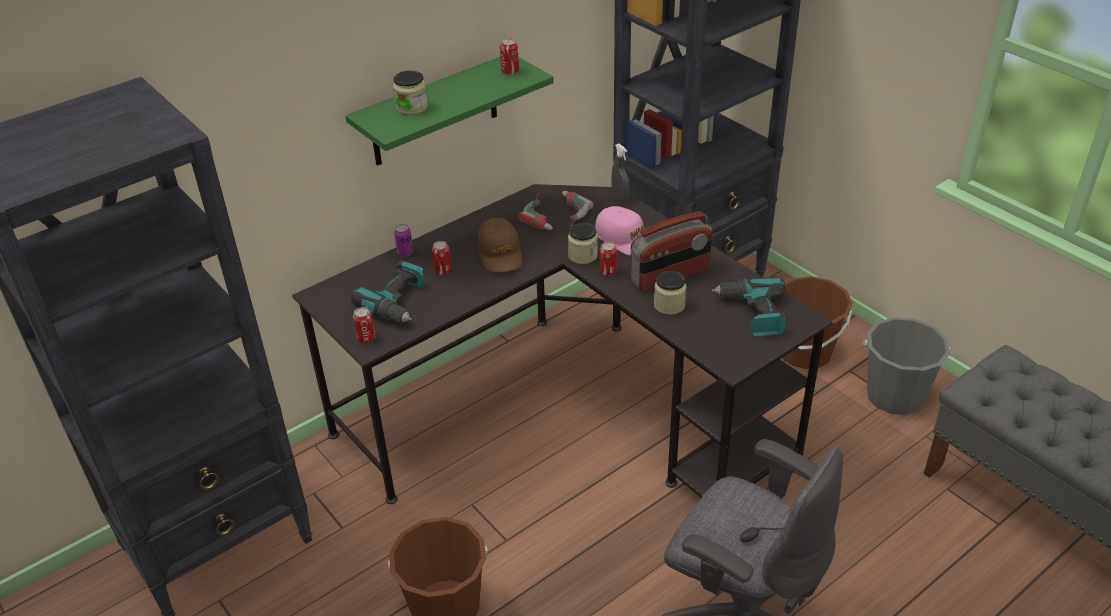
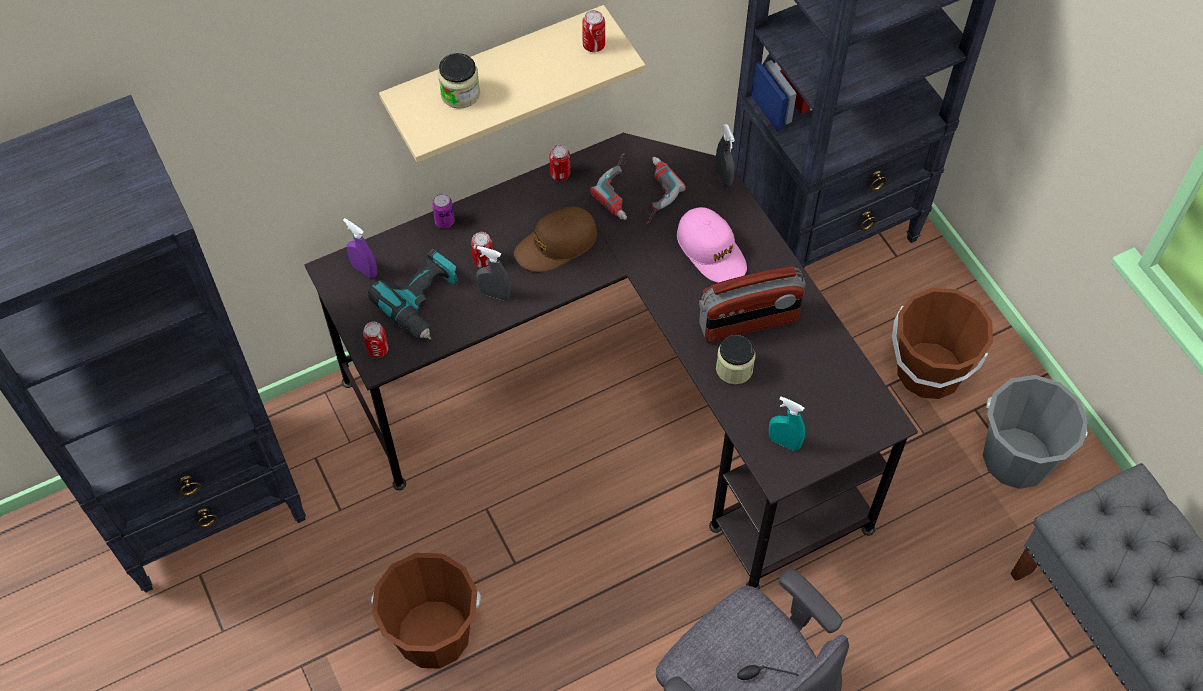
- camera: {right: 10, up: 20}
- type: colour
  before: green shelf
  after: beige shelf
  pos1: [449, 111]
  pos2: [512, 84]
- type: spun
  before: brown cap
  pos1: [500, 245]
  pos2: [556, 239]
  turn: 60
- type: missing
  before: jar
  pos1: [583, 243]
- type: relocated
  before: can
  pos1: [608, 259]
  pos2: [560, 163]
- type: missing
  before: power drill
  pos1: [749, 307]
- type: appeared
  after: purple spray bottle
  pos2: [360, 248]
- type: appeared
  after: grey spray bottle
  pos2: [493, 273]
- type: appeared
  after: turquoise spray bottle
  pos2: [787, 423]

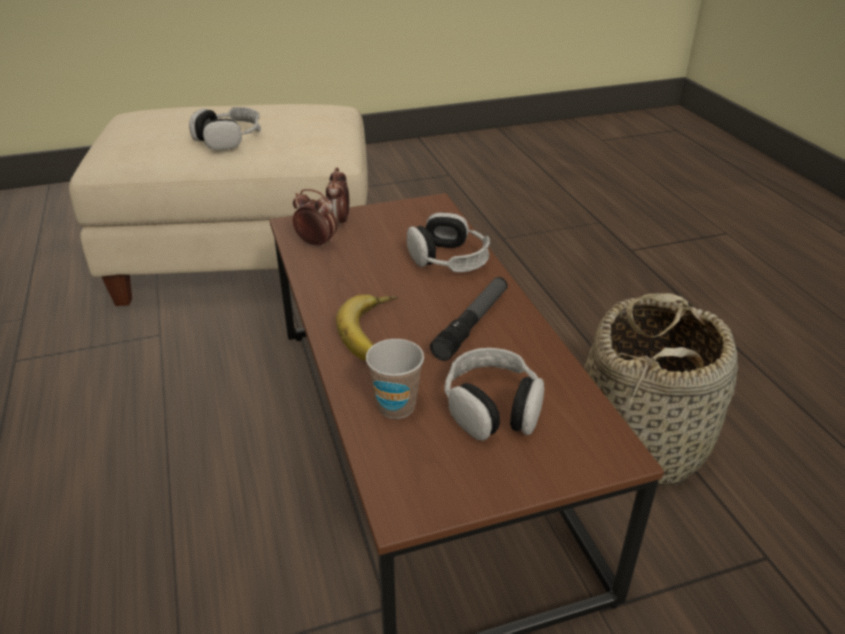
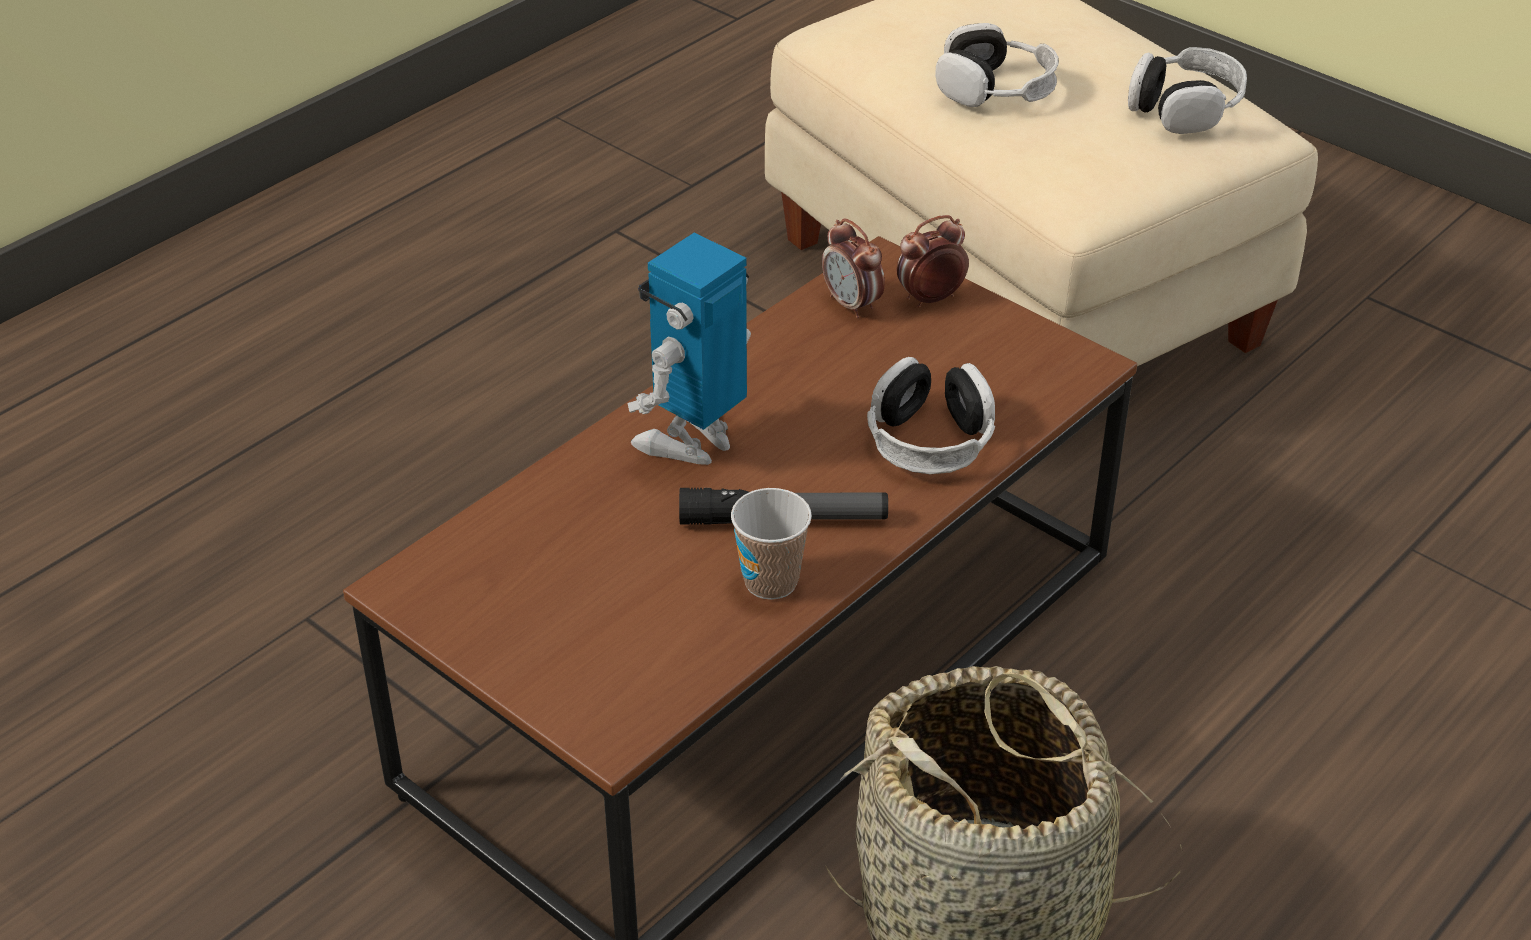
- camera: {right: 60, up: 5}
- type: spun
  before: alarm clock
  pos1: [315, 218]
  pos2: [853, 268]
  turn: 150
- type: exchanged
  before: banana
  after: toy robot
  pos1: [367, 327]
  pos2: [689, 349]
- type: relocated
  before: cup
  pos1: [395, 379]
  pos2: [771, 544]
- type: relocated
  before: headphones
  pos1: [494, 394]
  pos2: [1187, 90]

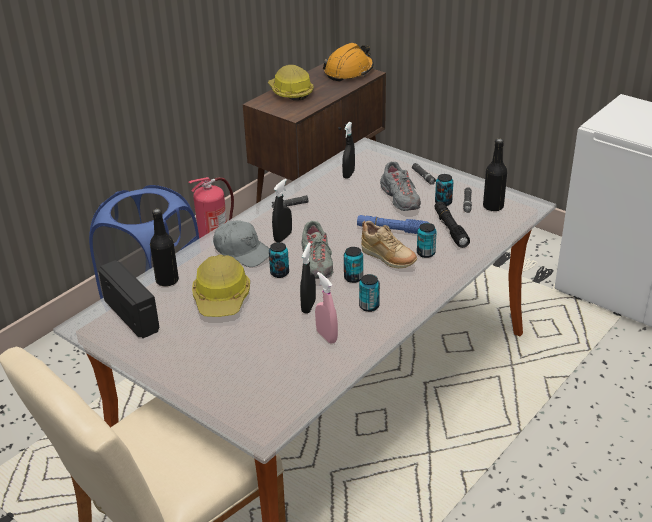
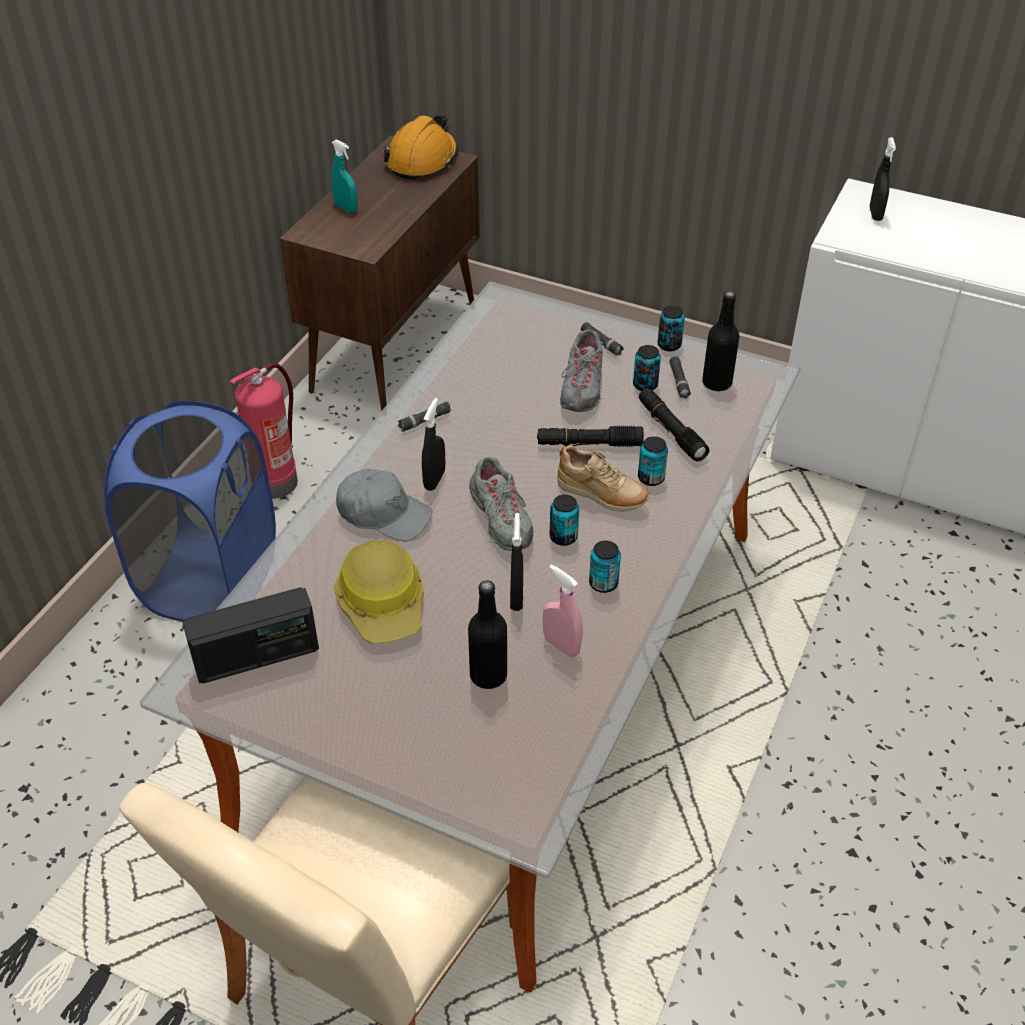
- camera: {right: -15, up: 10}
- type: spun
  before: radio
  pos1: [128, 299]
  pos2: [250, 635]
  turn: 120
- type: relocated
  before: black bottle
  pos1: [164, 247]
  pos2: [487, 634]
- type: exchanged
  before: hard hat
  after: turquoise spray bottle
  pos1: [291, 83]
  pos2: [344, 176]
- type: relocated
  before: can
  pos1: [279, 260]
  pos2: [671, 328]
- type: relocated
  before: black spray bottle
  pos1: [348, 150]
  pos2: [883, 179]
- type: colour
  before: blue flashlight
  after: black flashlight
  pos1: [393, 224]
  pos2: [590, 436]
- type: spun
  before: grey shoe
  pos1: [400, 186]
  pos2: [581, 370]
  turn: 45

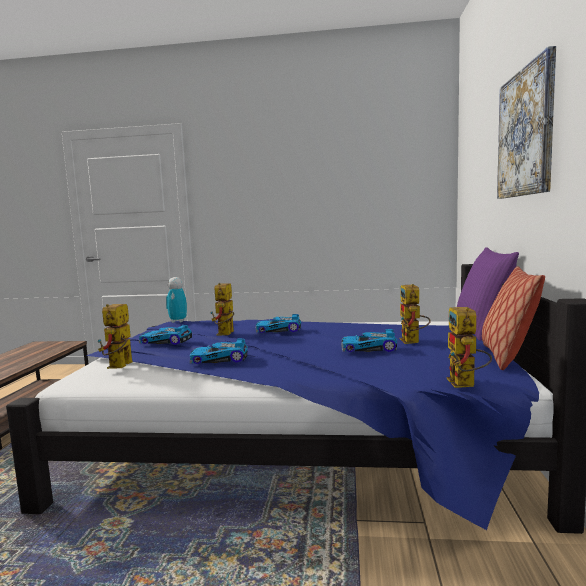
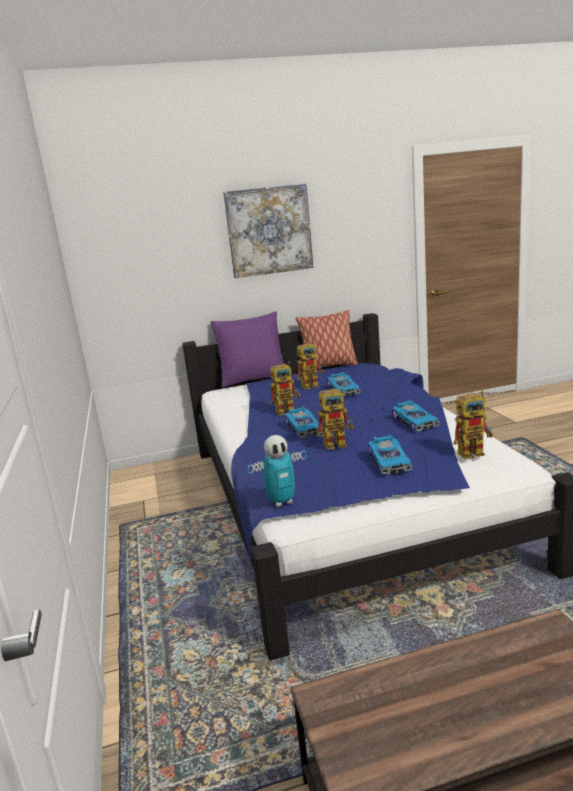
- camera: {right: -110, up: 10}
- type: relocated
  before: toy robot
  pos1: [469, 347]
  pos2: [285, 389]

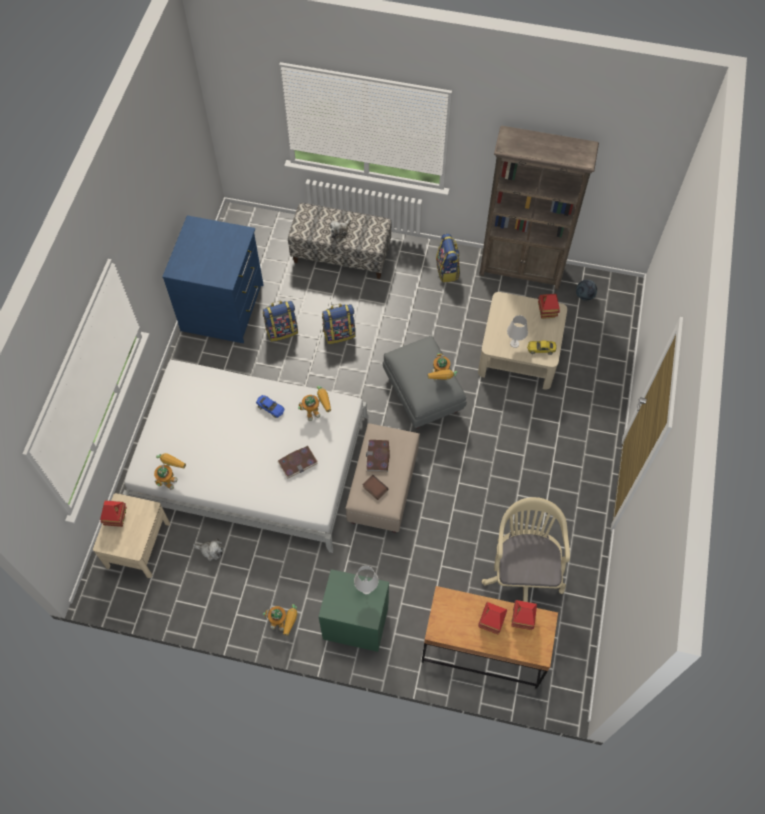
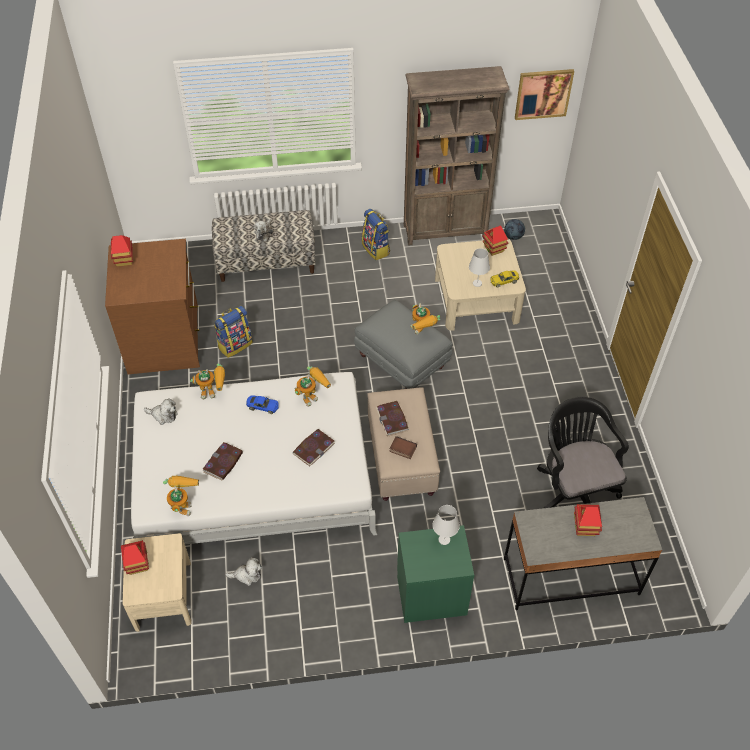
- camera: {right: -20, up: -10}
- type: colour
  before: blue dresser
  after: brown dresser
  pos1: [212, 279]
  pos2: [152, 306]
- type: relocated
  before: toy robot
  pos1: [280, 620]
  pos2: [207, 381]
- type: missing
  before: backpack
  pos1: [339, 324]
- type: colour
  before: brown desk
  after: grey desk
  pos1: [489, 637]
  pos2: [583, 553]
- type: colour
  before: beige office chair
  after: black office chair
  pos1: [526, 549]
  pos2: [583, 452]
- type: relocated
  before: toy house
  pos1: [524, 615]
  pos2: [122, 251]
- type: appeared
  after: plush toy
  pos2: [161, 411]
- type: appeared
  after: book
  pos2: [223, 461]
- type: appeared
  after: picture
  pos2: [544, 94]

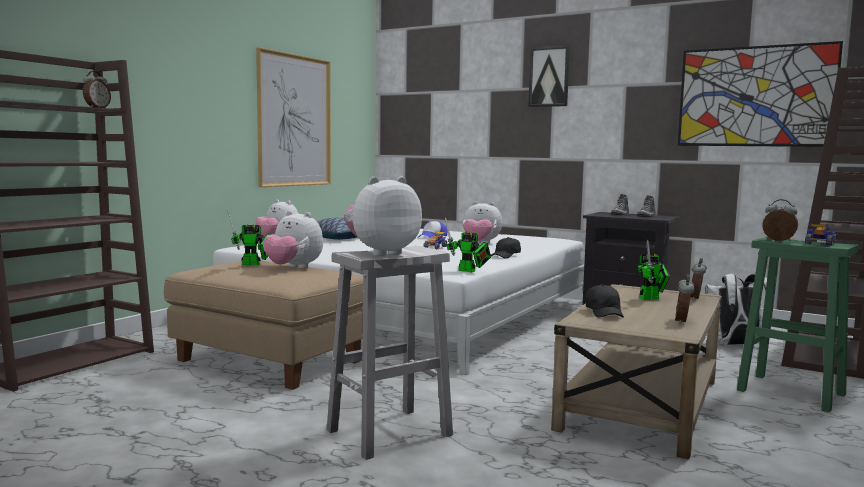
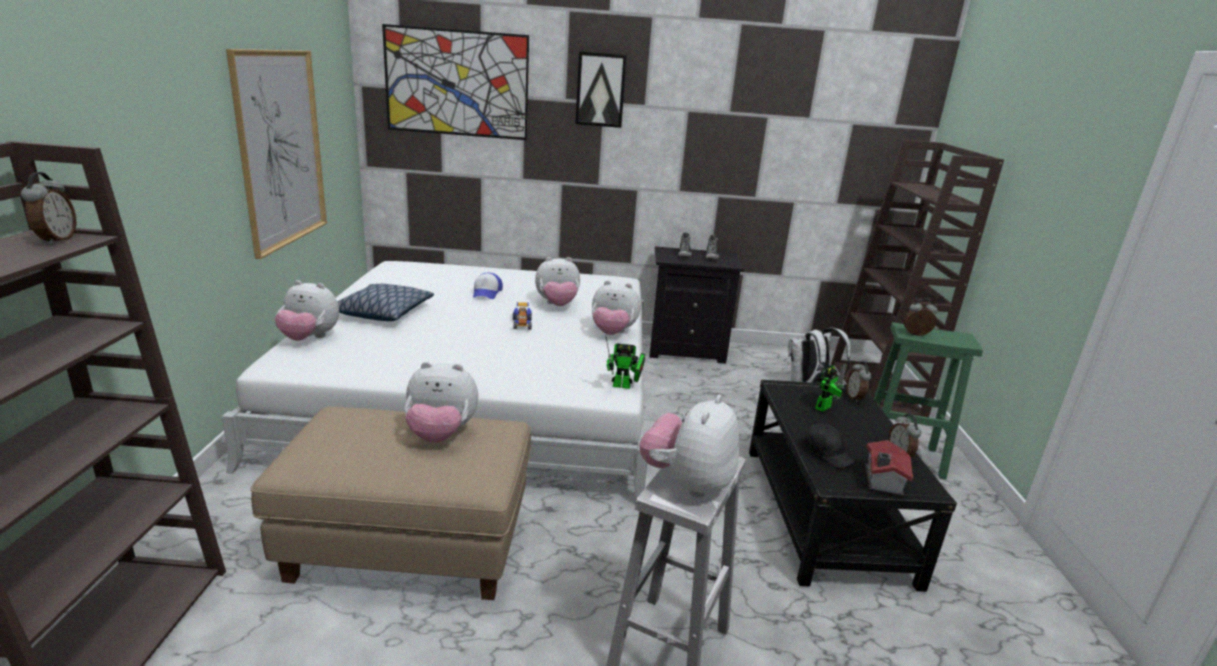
- camera: {right: -30, up: 15}
- type: missing
  before: toy robot
  pos1: [249, 238]
- type: exchanged
  before: black cap
  after: plush toy
  pos1: [506, 248]
  pos2: [616, 307]
- type: colour
  before: beige coffee table
  after: black coffee table
  pos1: [637, 371]
  pos2: [853, 486]
- type: relocated
  before: picture
  pos1: [760, 94]
  pos2: [455, 82]
- type: missing
  before: toy car
  pos1: [821, 234]
- type: appeared
  after: toy house
  pos2: [889, 468]

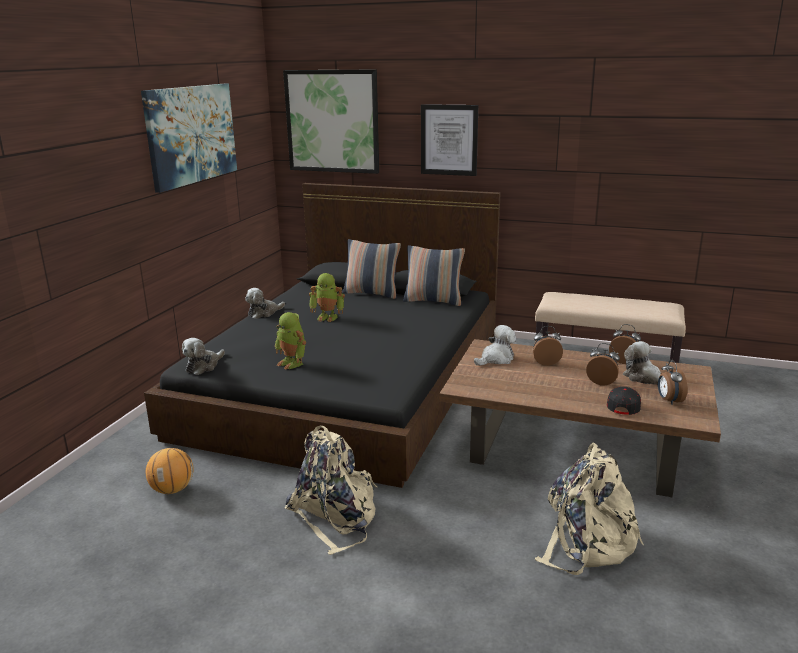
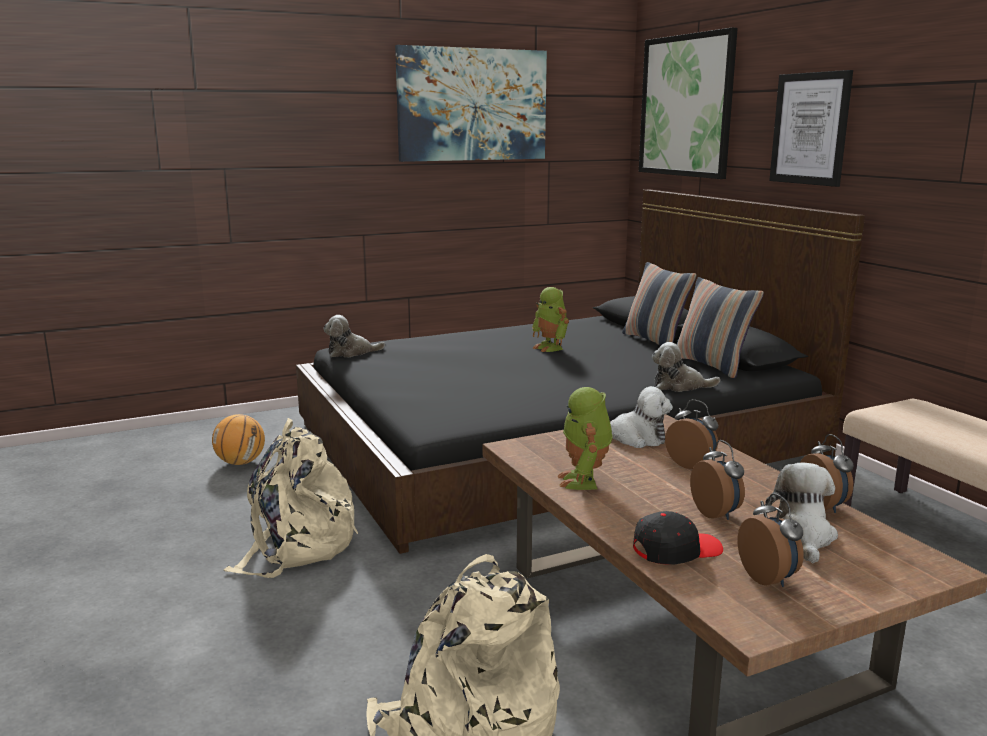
- camera: {right: 45, up: -5}
- type: relocated
  before: plush toy
  pos1: [265, 303]
  pos2: [686, 367]
- type: relocated
  before: toy robot
  pos1: [290, 341]
  pos2: [585, 438]
- type: spun
  before: alarm clock
  pos1: [673, 382]
  pos2: [771, 540]
  turn: 120

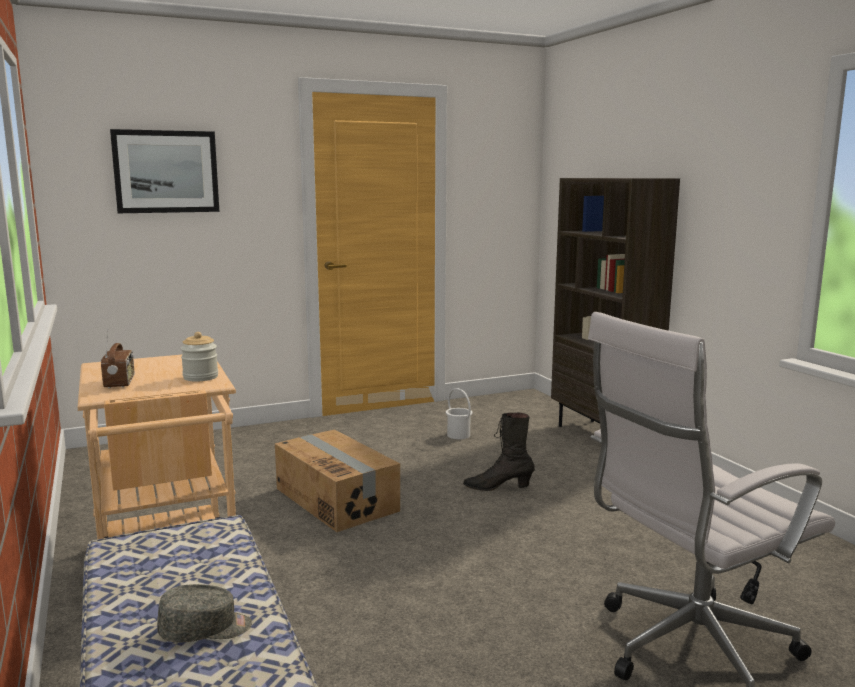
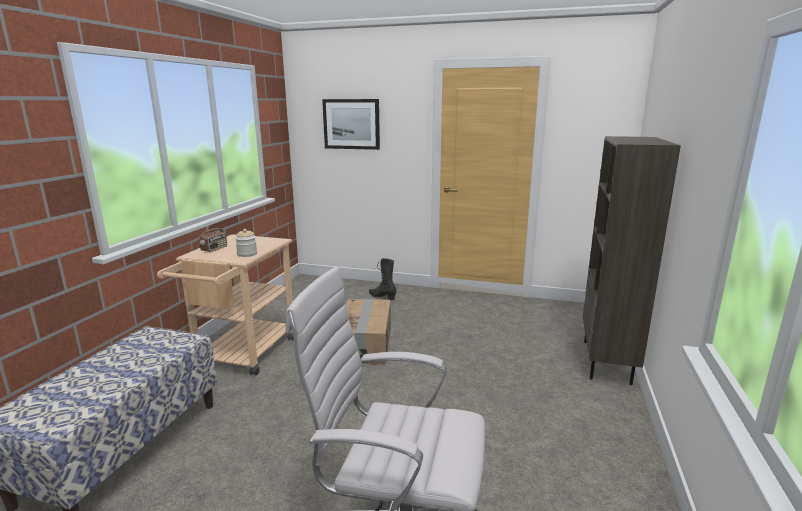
- camera: {right: 40, up: 5}
- type: missing
  before: grey cap
  pos1: [204, 613]
- type: missing
  before: white bucket
  pos1: [459, 413]
- type: relocated
  before: black boot
  pos1: [499, 452]
  pos2: [382, 279]

